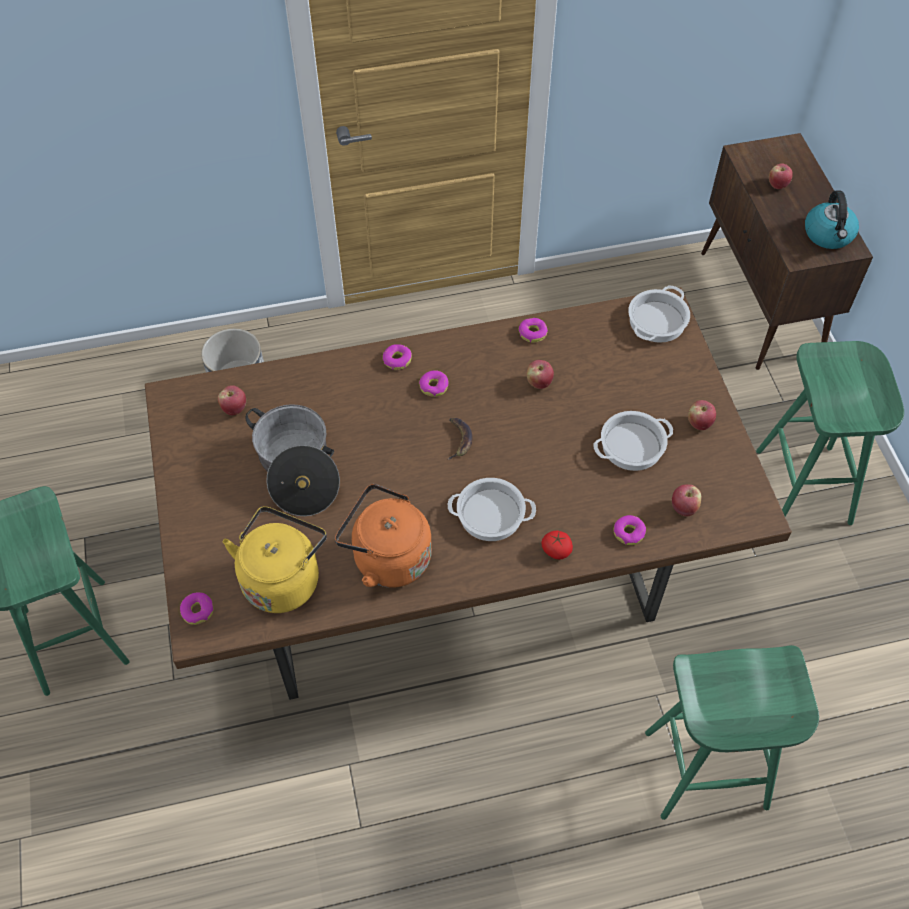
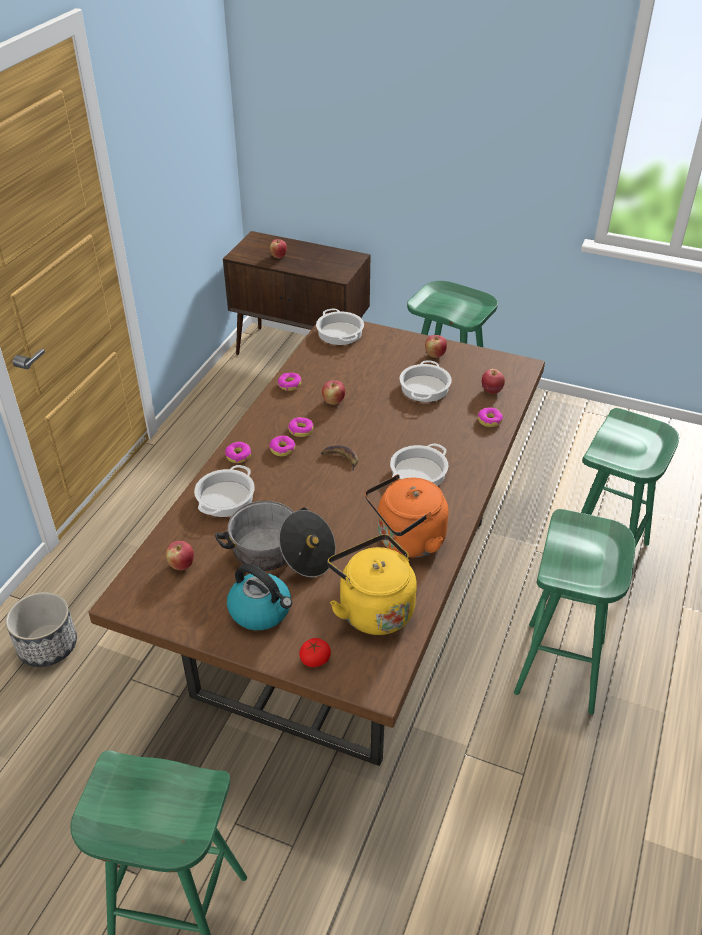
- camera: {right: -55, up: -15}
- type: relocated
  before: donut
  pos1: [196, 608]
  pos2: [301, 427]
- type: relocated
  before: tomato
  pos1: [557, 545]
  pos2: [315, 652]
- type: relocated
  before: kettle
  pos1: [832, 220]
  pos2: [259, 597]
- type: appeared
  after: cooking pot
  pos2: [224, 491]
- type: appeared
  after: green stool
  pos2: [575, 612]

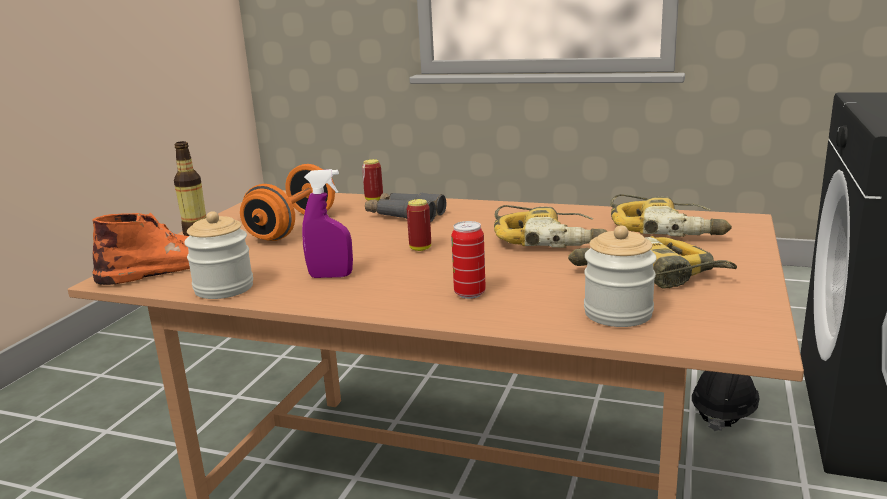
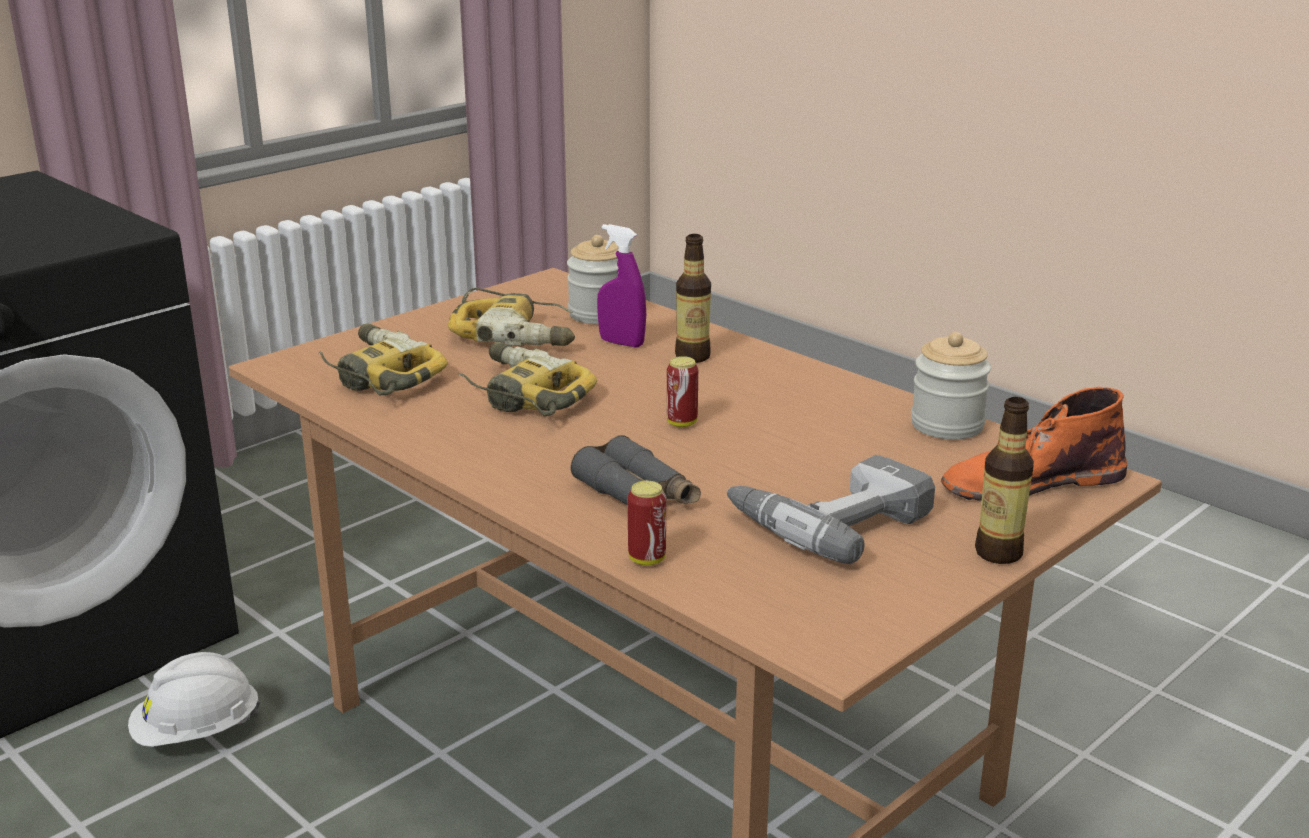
- camera: {right: -155, up: 5}
- type: exchanged
  before: orange dumbbell
  after: power drill
  pos1: [287, 202]
  pos2: [831, 509]
- type: relocated
  before: purple spray bottle
  pos1: [327, 223]
  pos2: [621, 285]
- type: exchanged
  before: can
  after: bottle
  pos1: [468, 260]
  pos2: [693, 298]
- type: colour
  before: black hard hat
  after: white hard hat
  pos1: [726, 401]
  pos2: [194, 699]

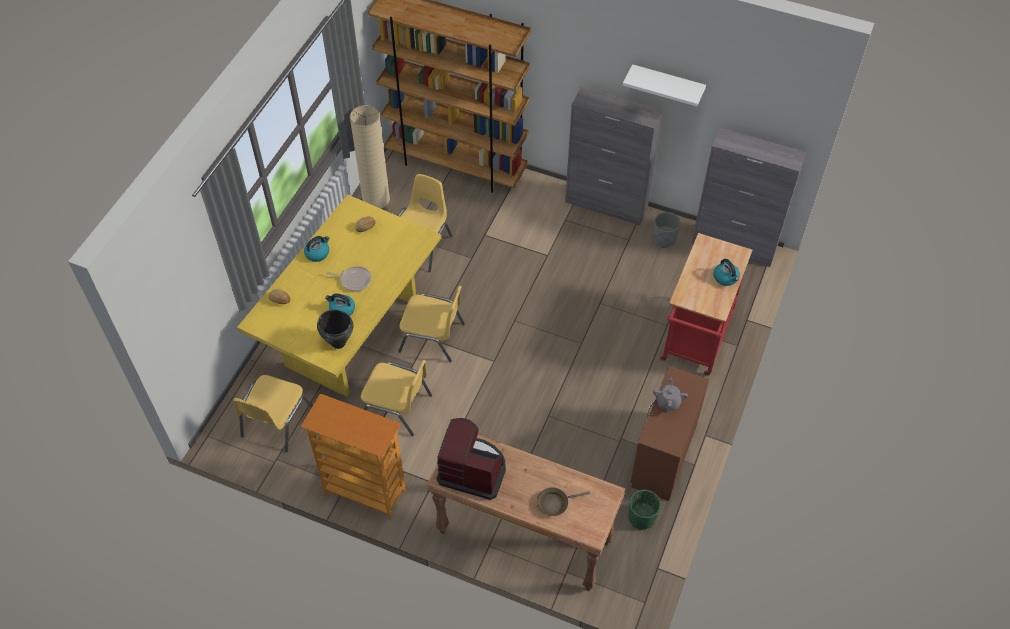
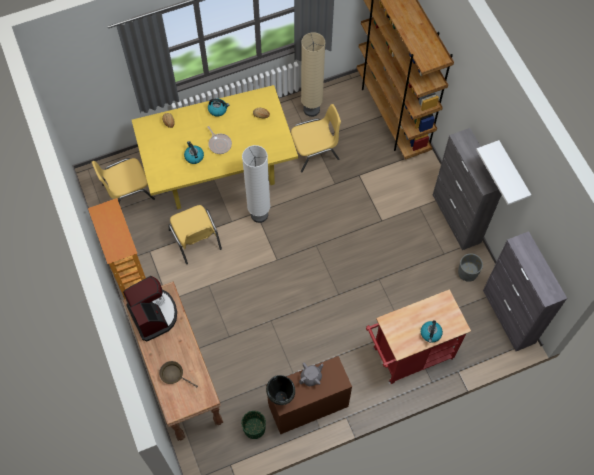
- camera: {right: 45, up: 10}
- type: relocated
  before: black cooking pot
  pos1: [335, 329]
  pos2: [280, 390]
- type: exchanged
  before: yellow chair
  after: white floor lamp
  pos1: [431, 324]
  pos2: [256, 184]

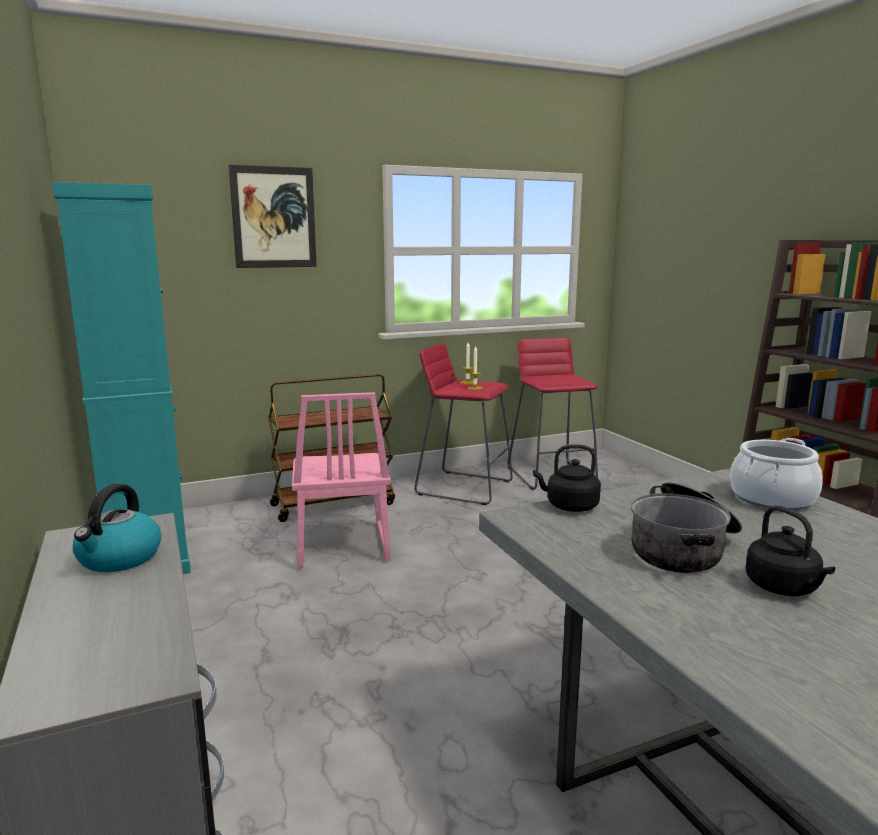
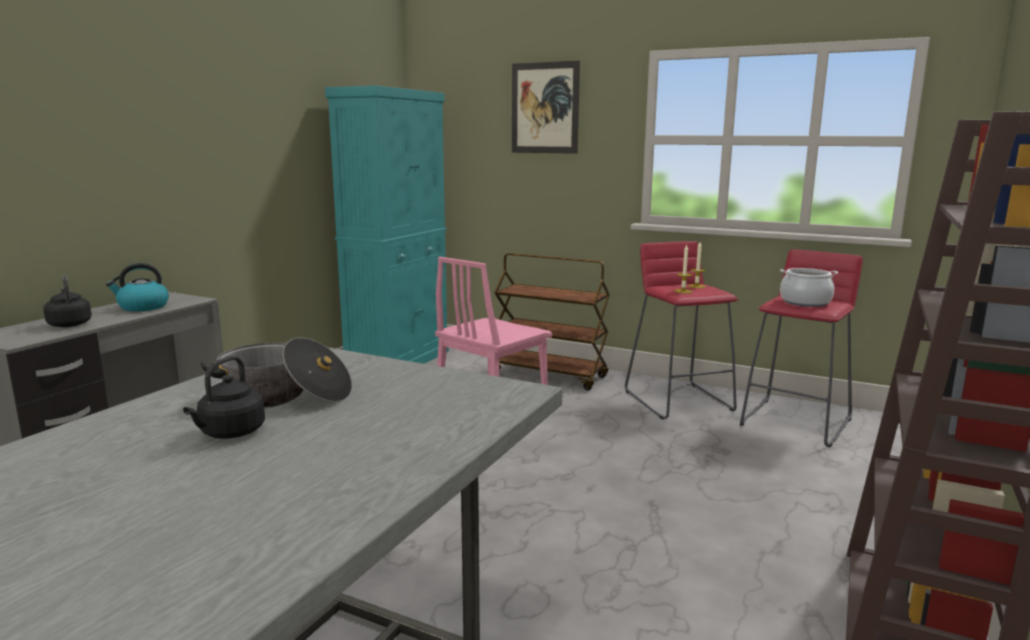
- camera: {right: 50, up: 0}
- type: relocated
  before: black kettle
  pos1: [567, 478]
  pos2: [67, 301]
- type: relocated
  before: cooking pot
  pos1: [776, 474]
  pos2: [809, 287]

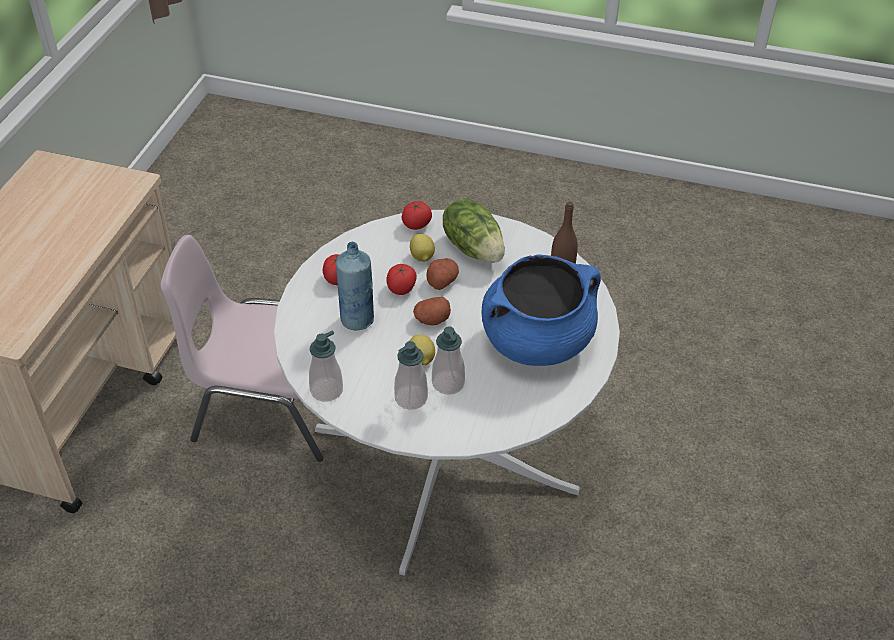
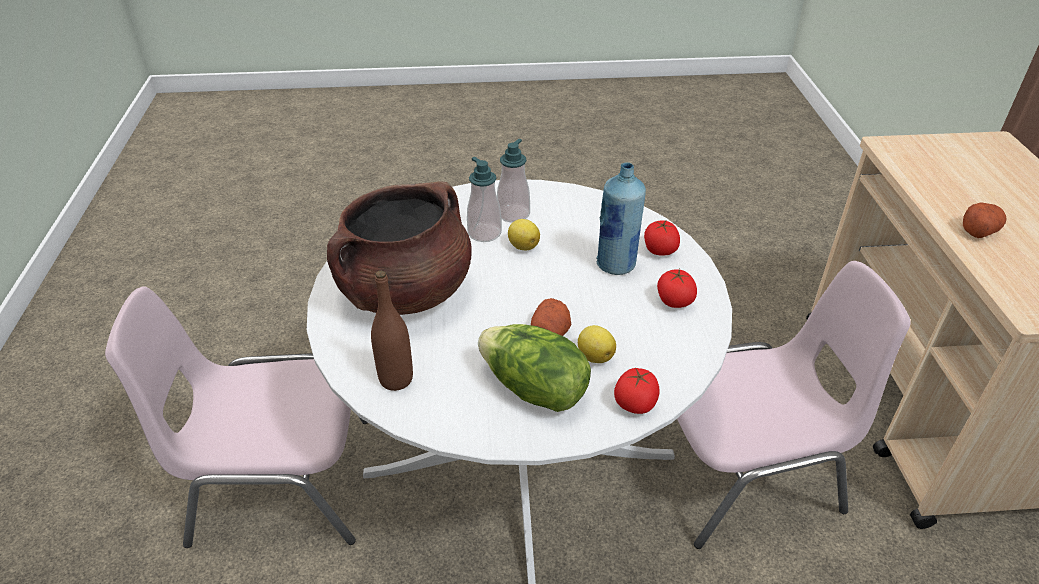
- camera: {right: 160, up: -5}
- type: missing
  before: soap dispenser
  pos1: [326, 366]
- type: relocated
  before: tomato
  pos1: [401, 279]
  pos2: [662, 238]
- type: relocated
  before: potato
  pos1: [432, 311]
  pos2: [985, 220]
- type: colour
  before: blue cooking pot
  after: brown cooking pot
  pos1: [541, 310]
  pos2: [399, 248]
- type: appeared
  after: pink chair
  pos2: [236, 417]

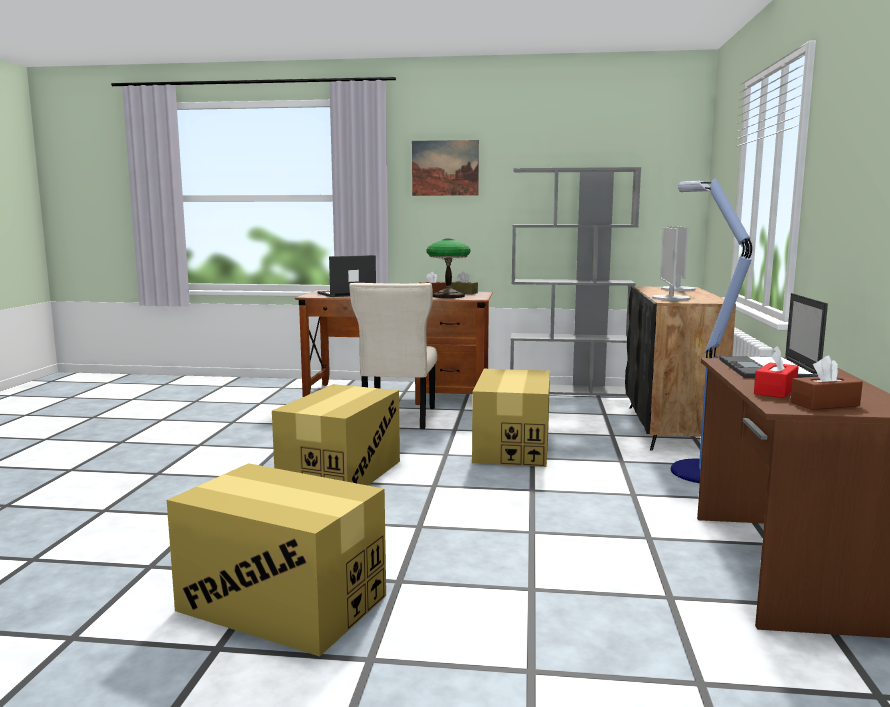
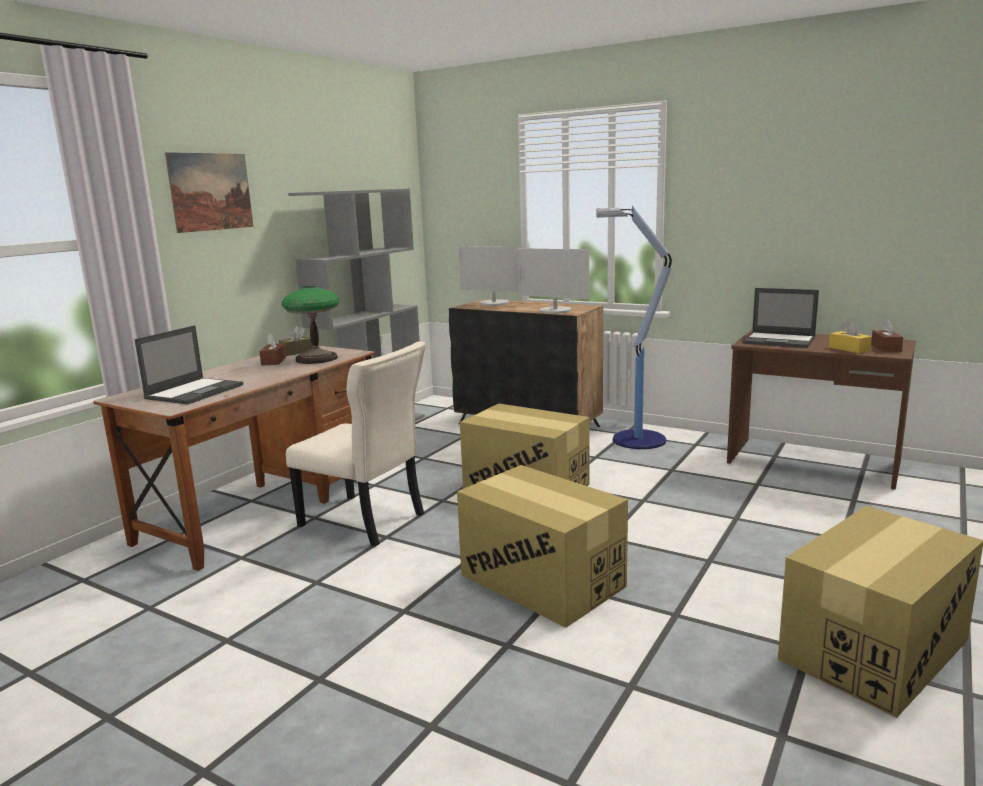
- camera: {right: -65, up: 5}
- type: spun
  before: laptop
  pos1: [346, 276]
  pos2: [188, 364]
  turn: -150
- type: colour
  before: red tissue box
  after: yellow tissue box
  pos1: [776, 372]
  pos2: [850, 337]

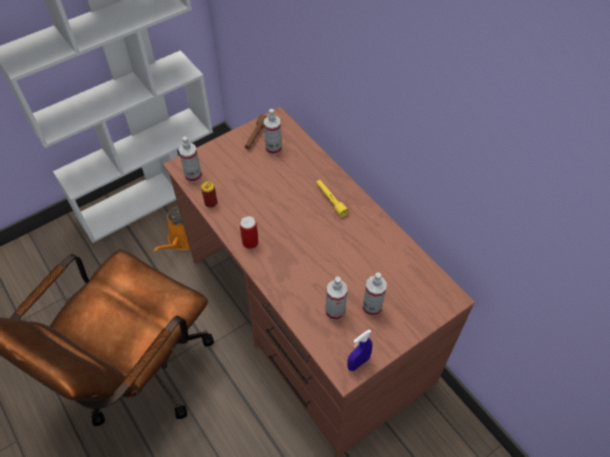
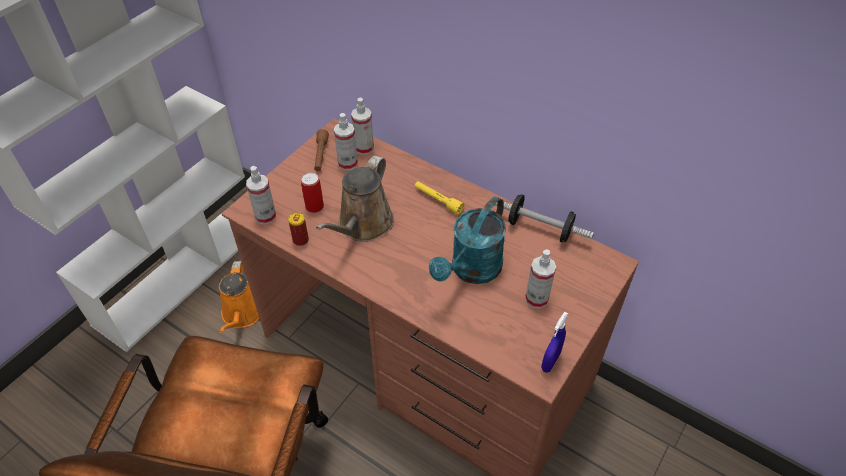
- camera: {right: -20, up: -5}
- type: relocated
  before: can
  pos1: [249, 232]
  pos2: [312, 192]
- type: relocated
  before: spray bottle
  pos1: [336, 298]
  pos2: [362, 126]
- type: appeared
  after: brown watering can
  pos2: [355, 199]
- type: appeared
  after: turquoise watering can
  pos2: [467, 240]
- type: appeared
  after: dumbbell
  pos2: [544, 218]

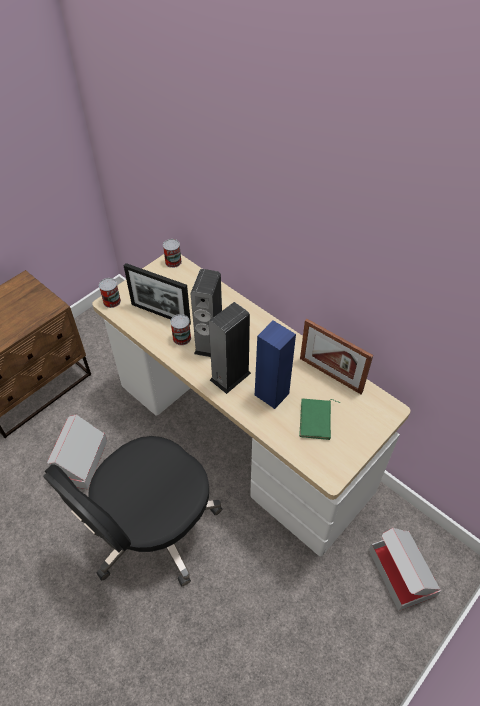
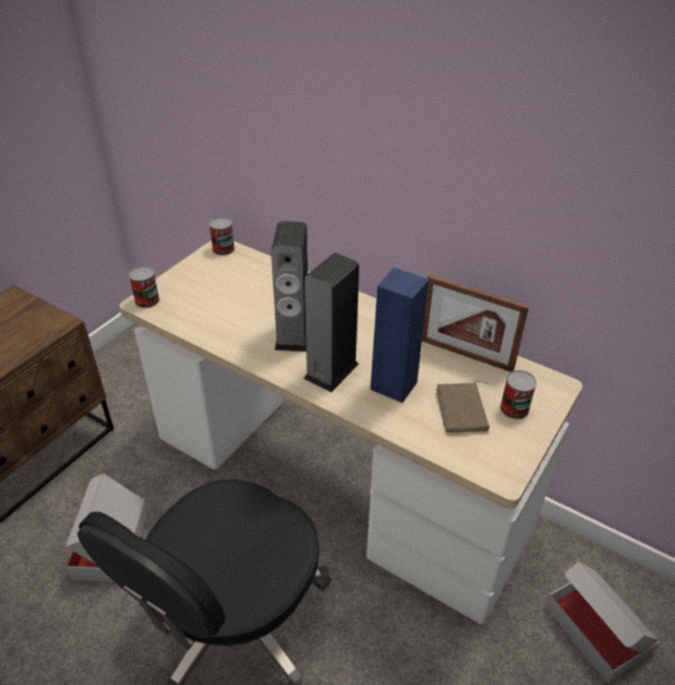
- camera: {right: -10, up: -10}
- type: missing
  before: picture frame
  pos1: [157, 293]
- type: relocated
  before: can
  pos1: [180, 329]
  pos2: [518, 394]
- type: colour
  before: green book
  after: brown book
  pos1: [319, 419]
  pos2: [463, 406]

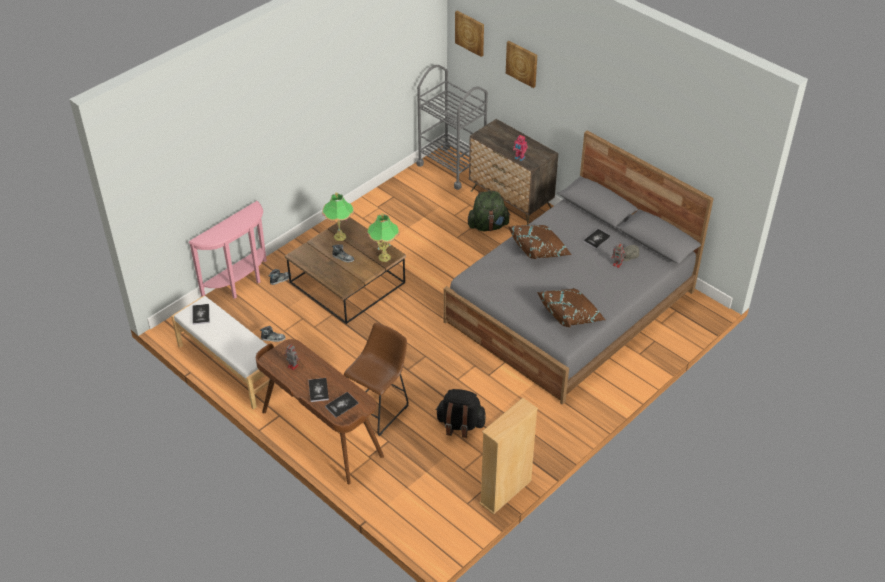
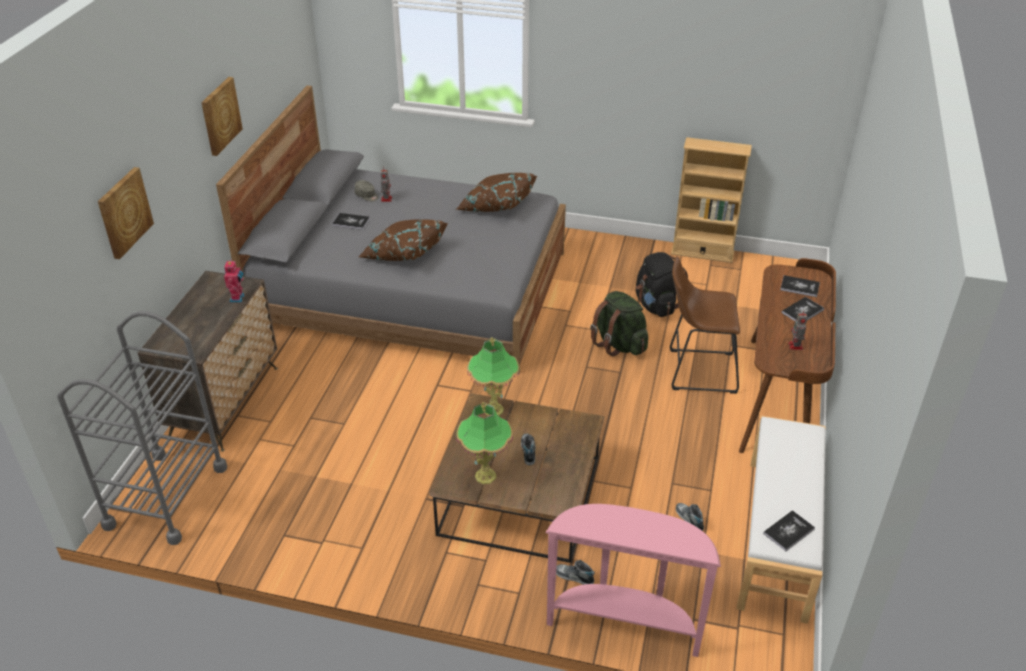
- camera: {right: -120, up: -5}
- type: relocated
  before: picture
  pos1: [469, 34]
  pos2: [222, 116]
- type: relocated
  before: green backpack
  pos1: [489, 210]
  pos2: [619, 323]

